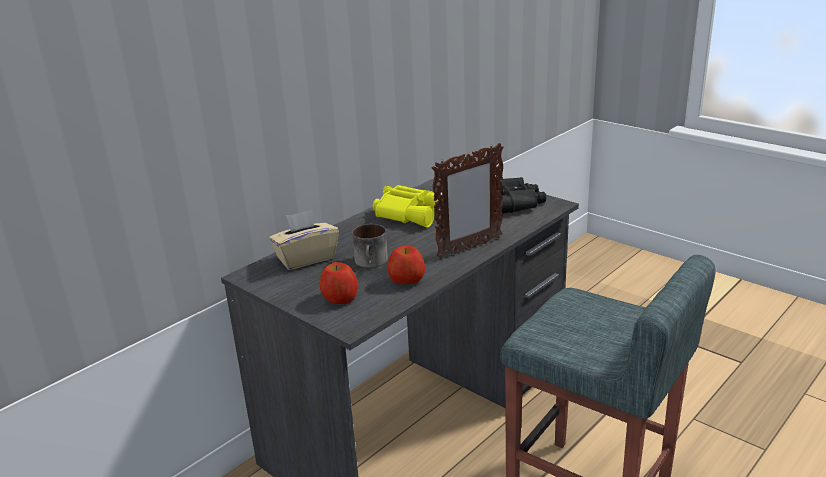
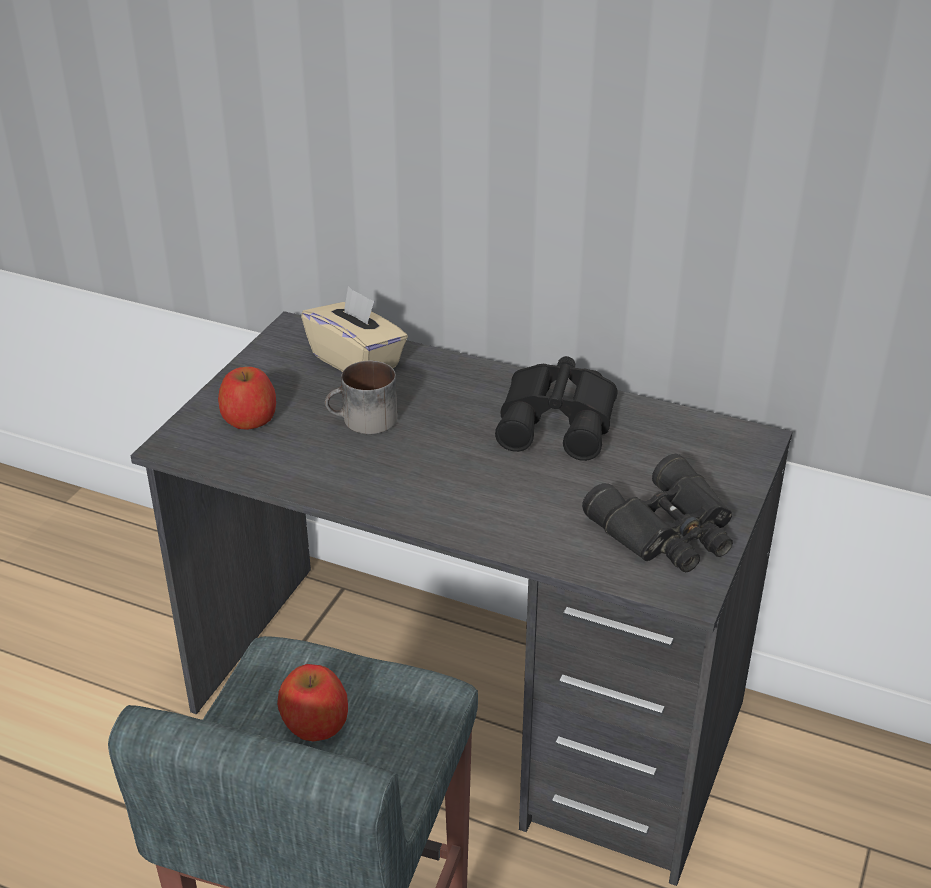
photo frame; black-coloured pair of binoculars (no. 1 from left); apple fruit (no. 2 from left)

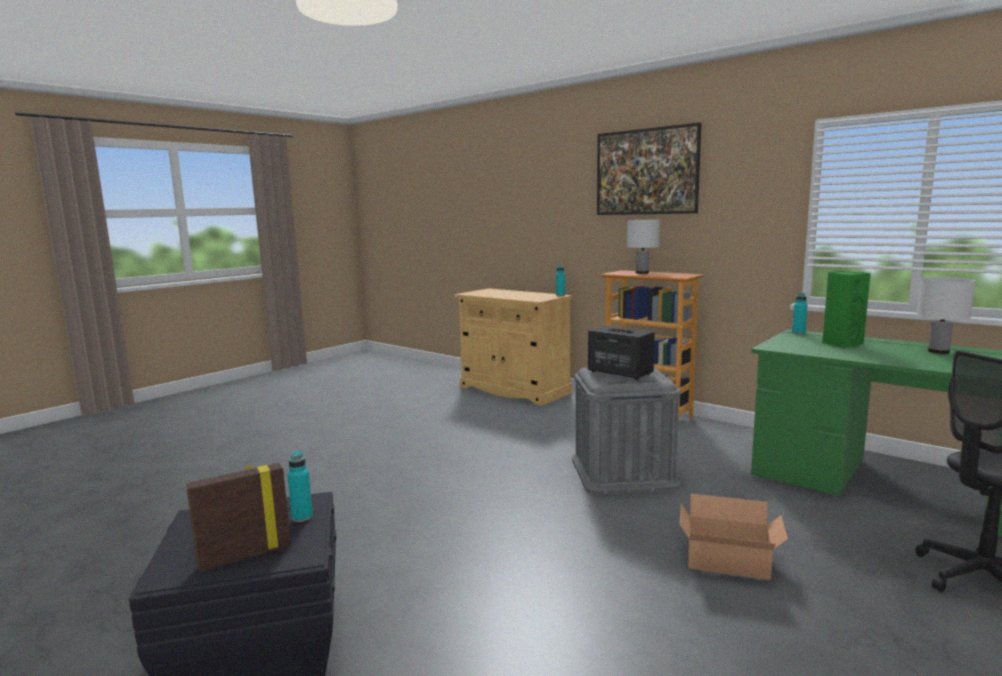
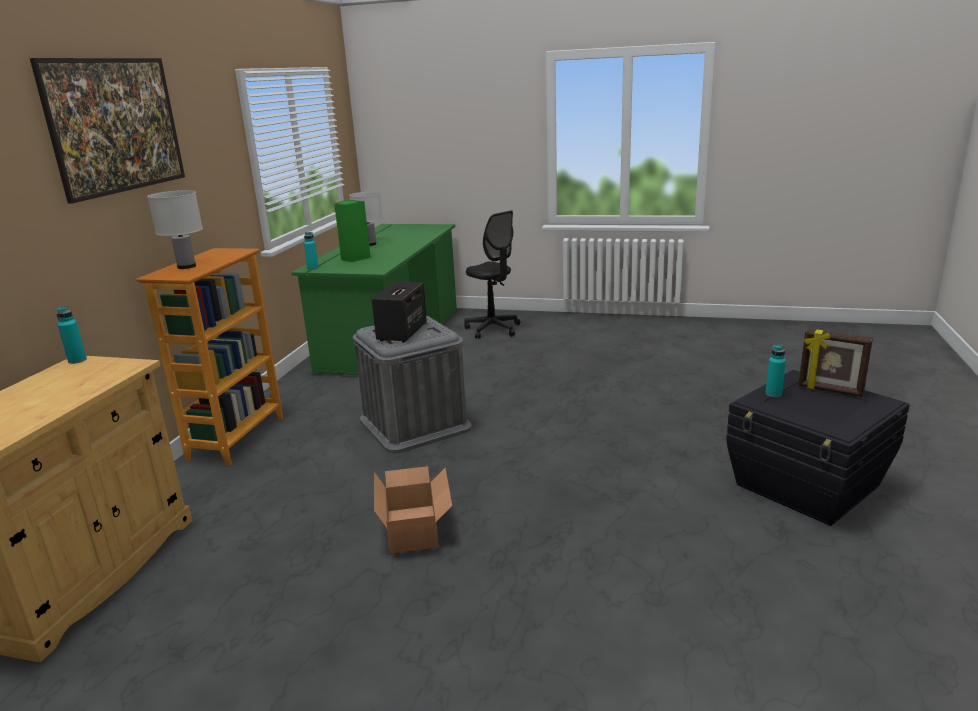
packing box

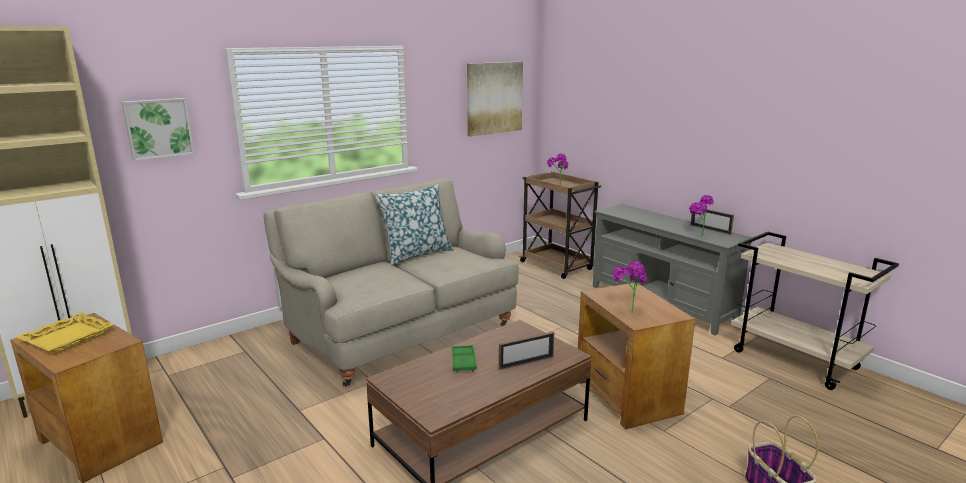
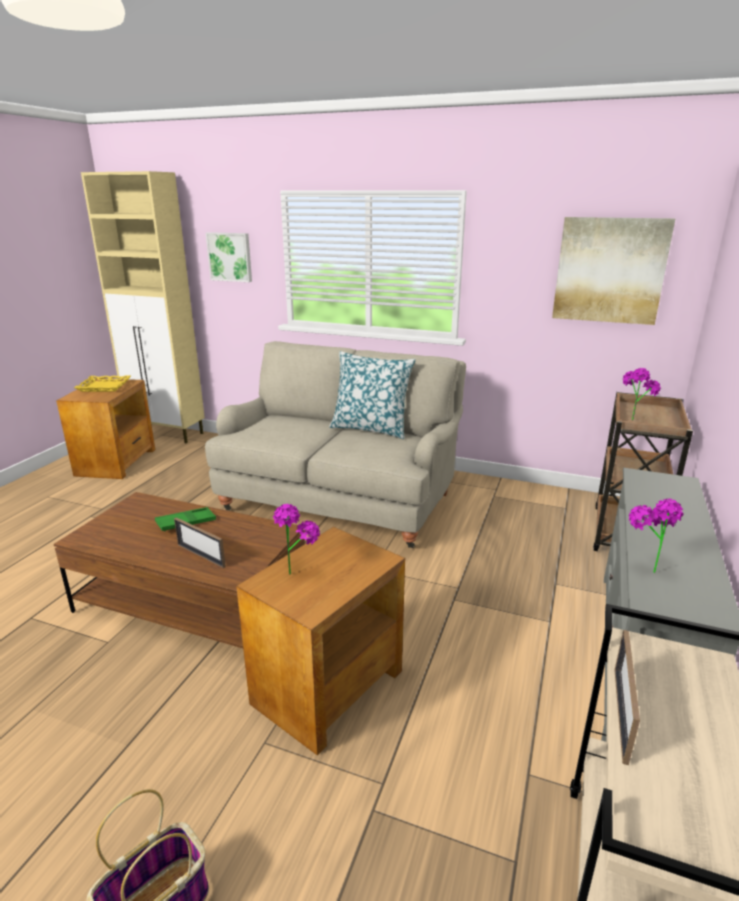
photo frame (no. 2 from left)

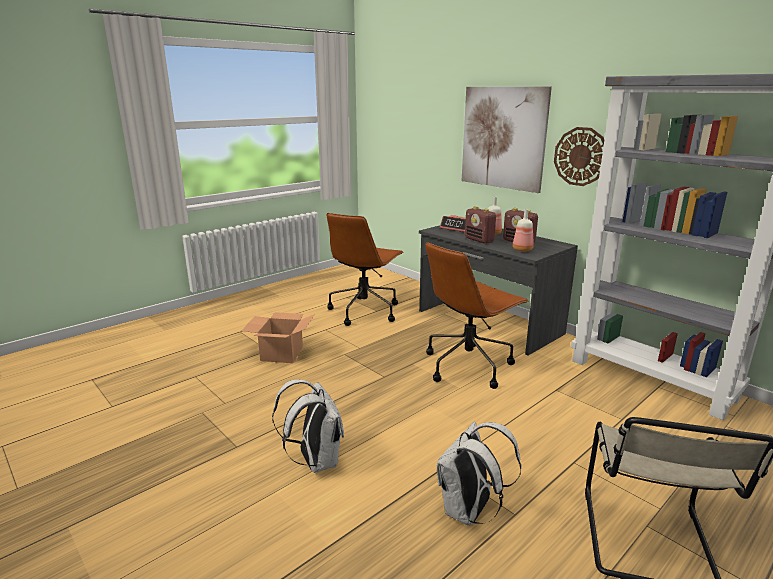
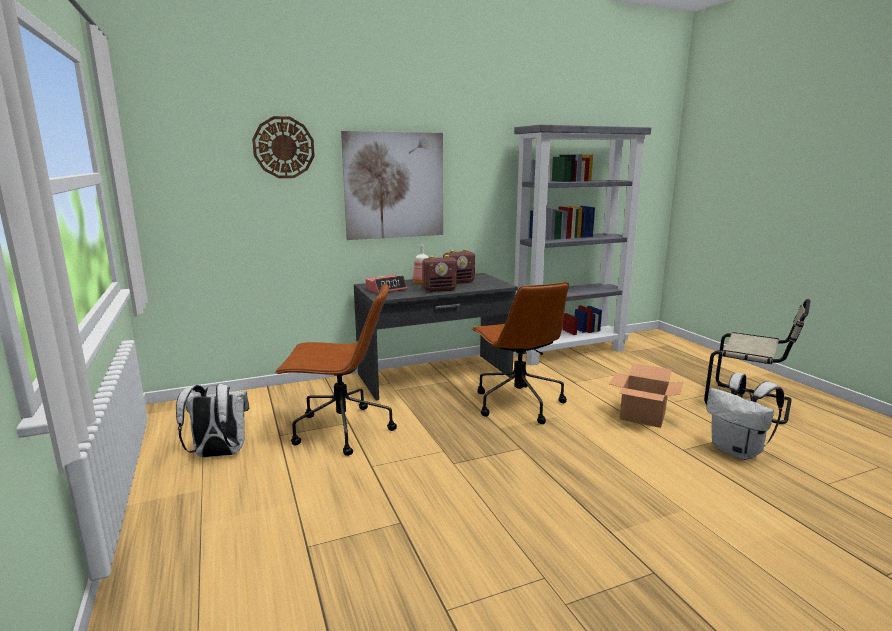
clock on the wall; drink bottle (no. 2 from left in the first image); brownish desk chair (no. 1 from left); packing box; white rucksack (no. 1 from left)

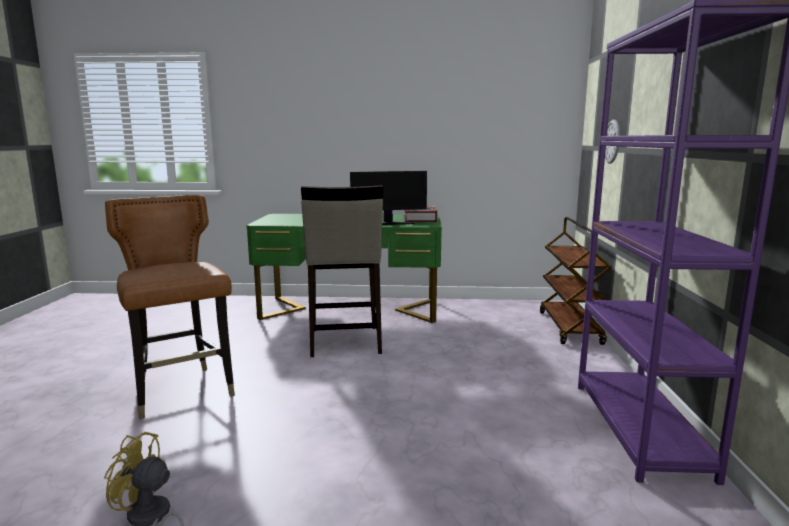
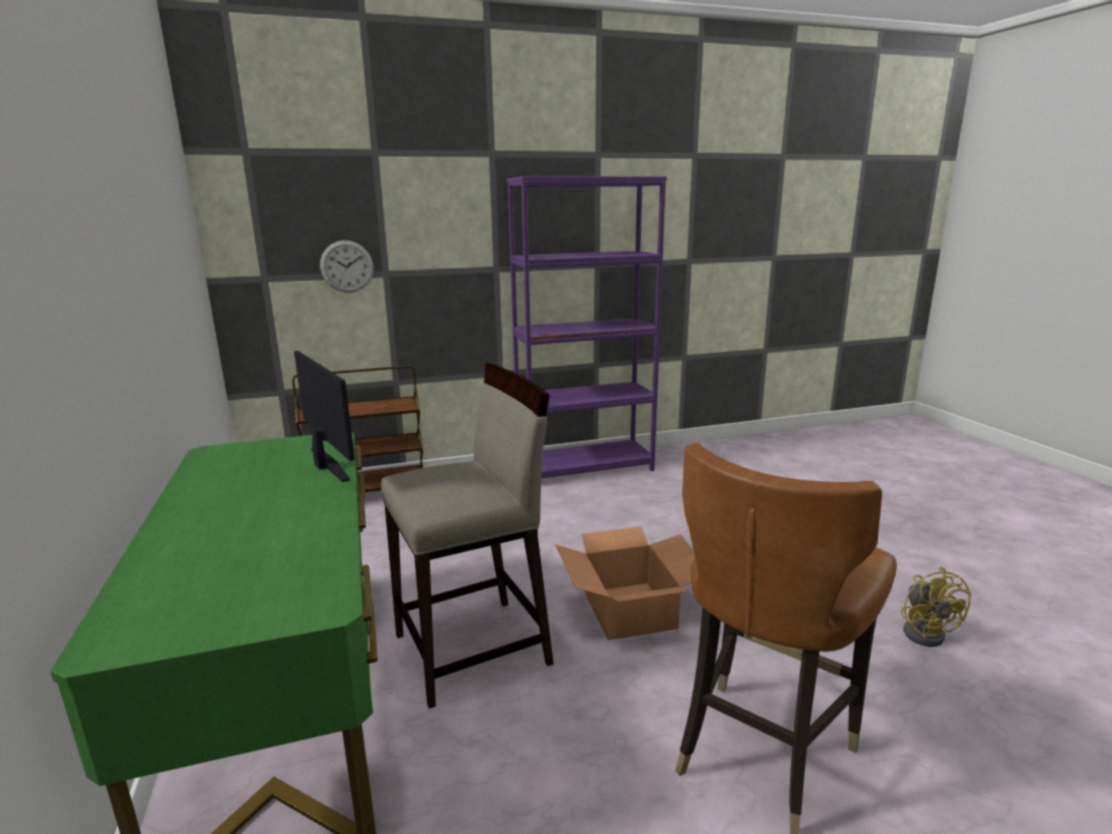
bound book; packing box

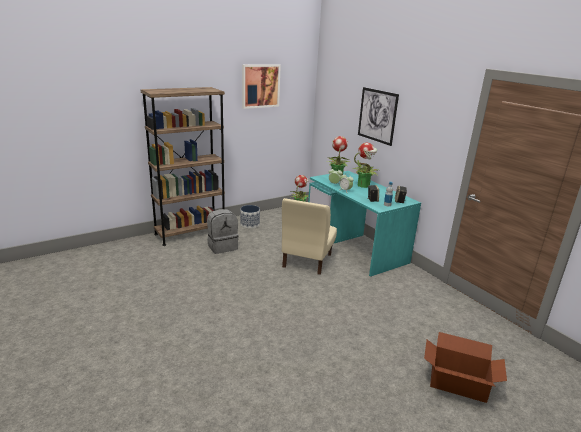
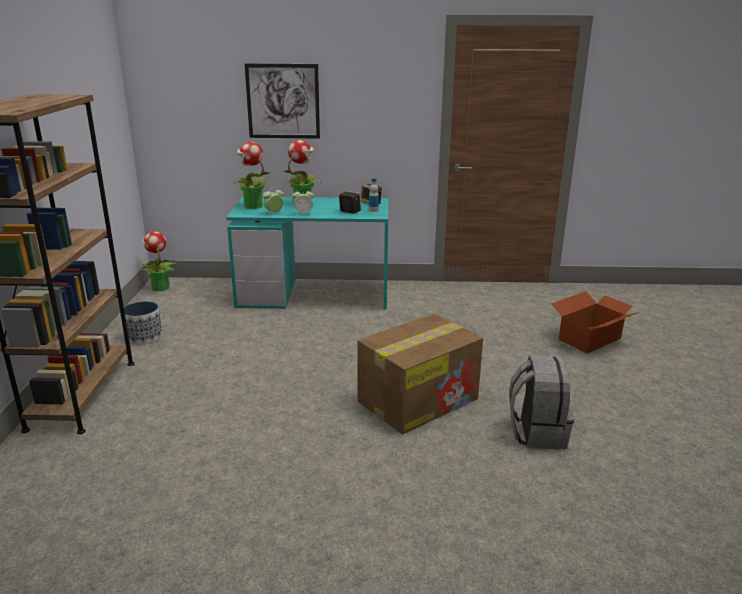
picture (no. 1 from left in the first image); sand-coloured chair; grey rucksack; packing box (no. 1 from left)

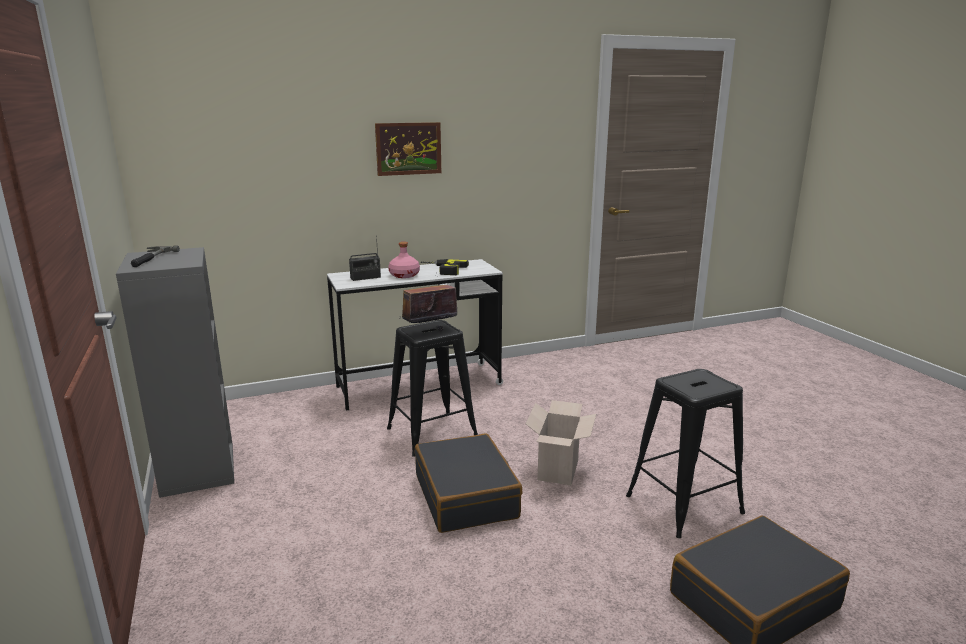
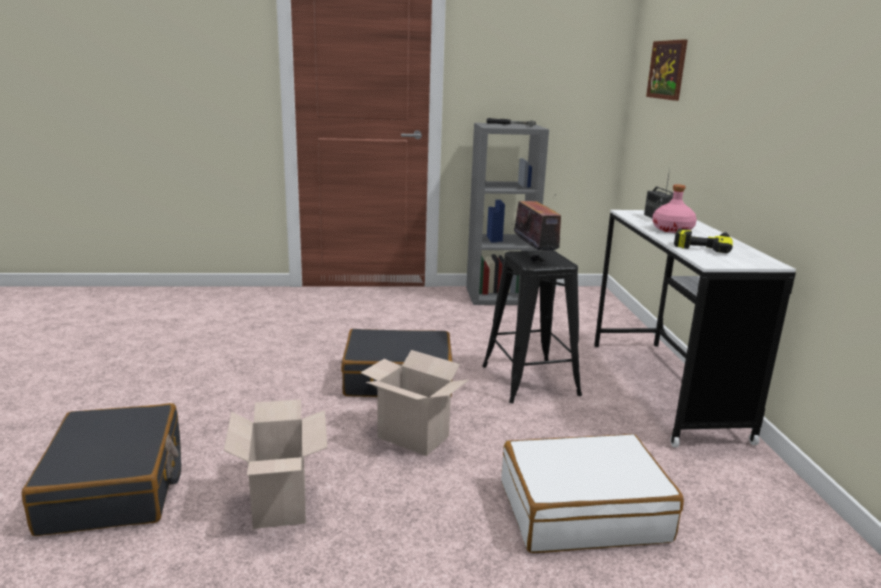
picture; packing box (no. 1 from left); white suitcase

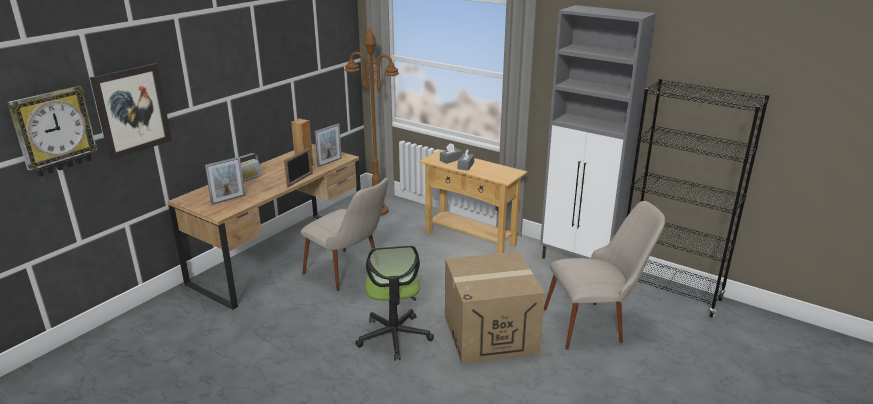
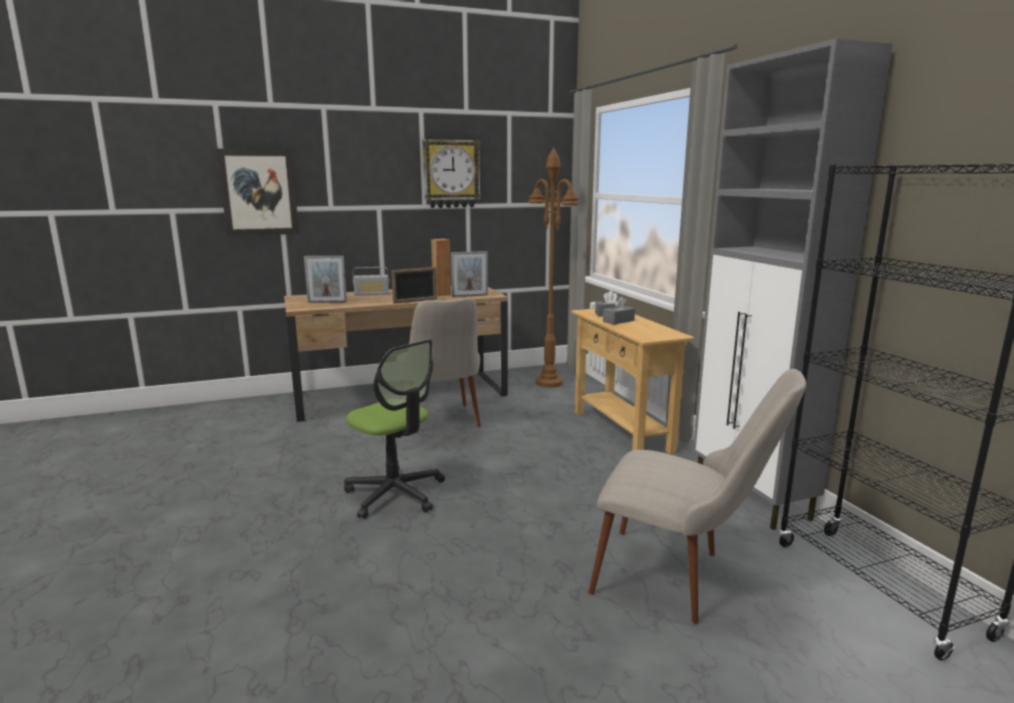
clock on the wall; desk chair; packing box

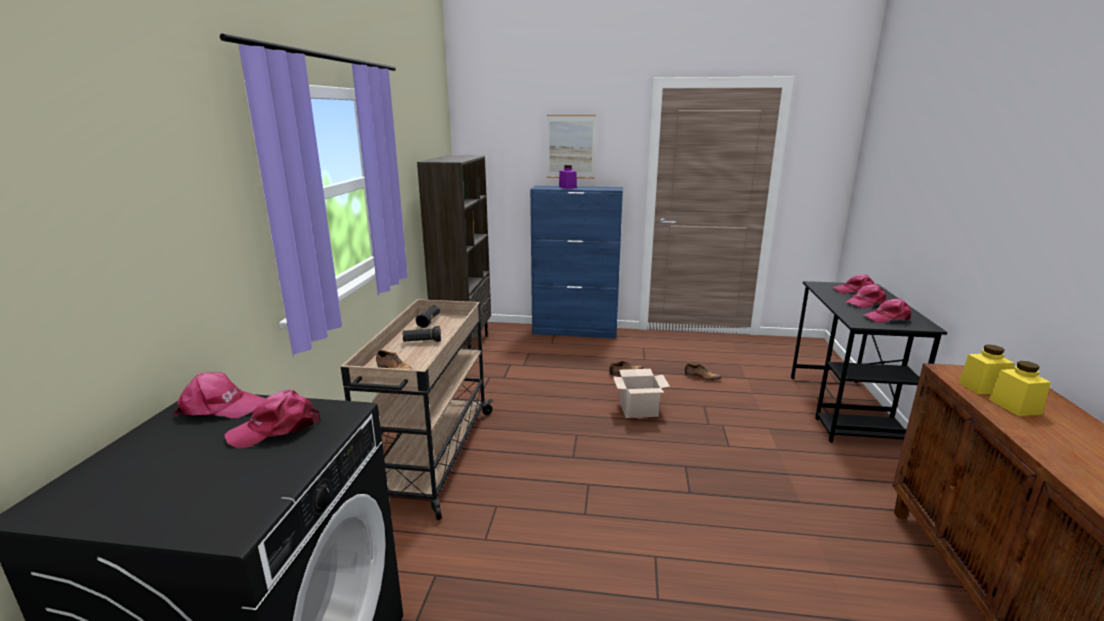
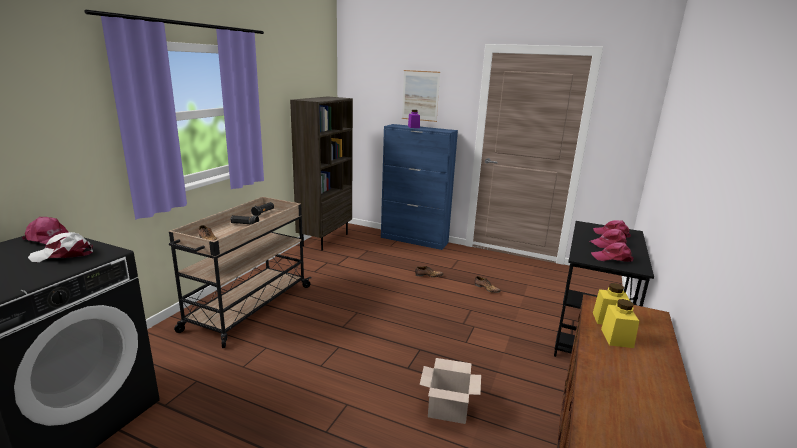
packing box; white cap

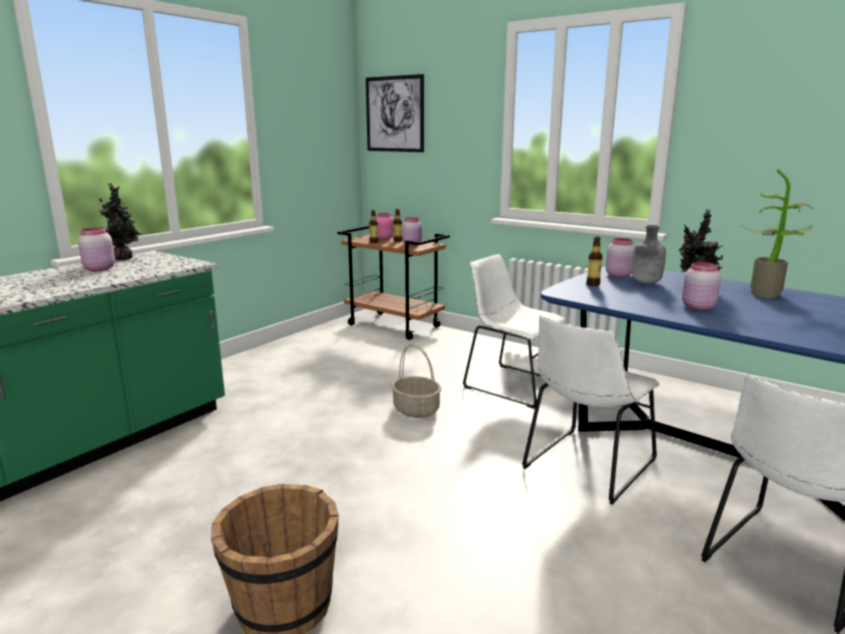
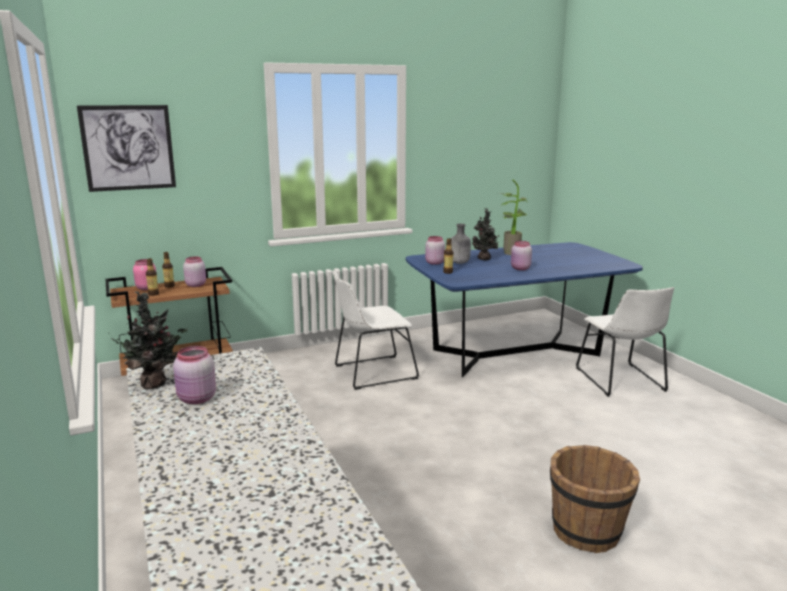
white chair (no. 2 from left in the first image); storage basket

